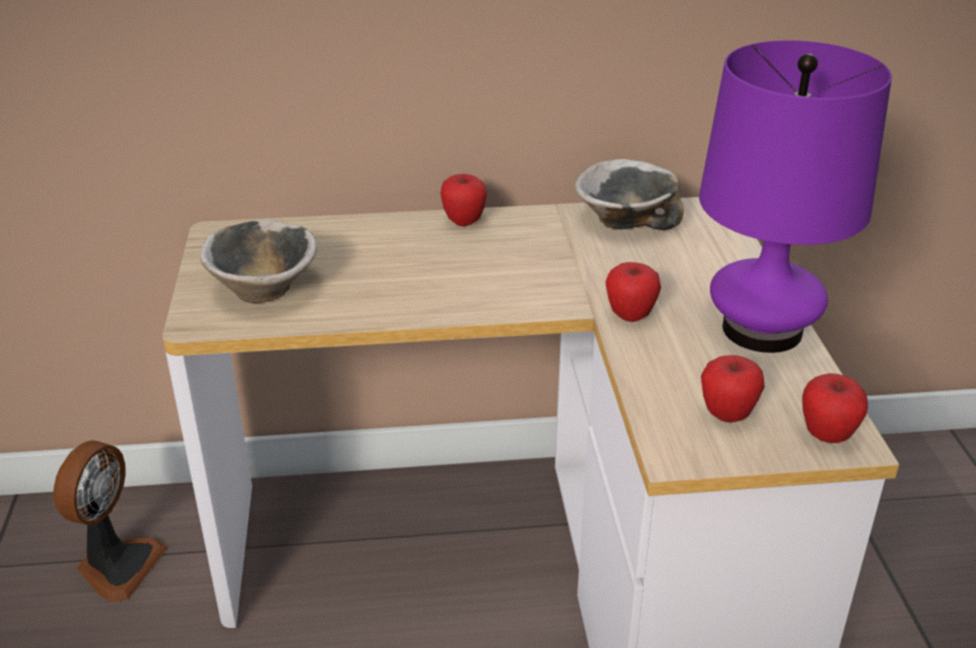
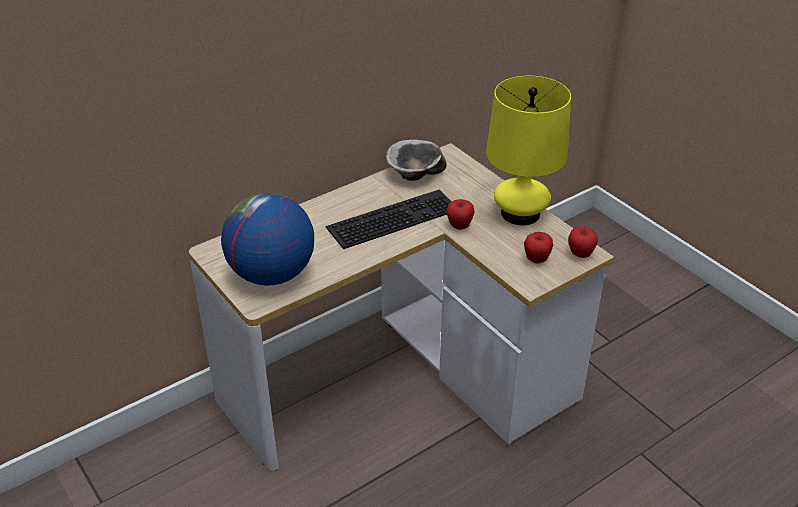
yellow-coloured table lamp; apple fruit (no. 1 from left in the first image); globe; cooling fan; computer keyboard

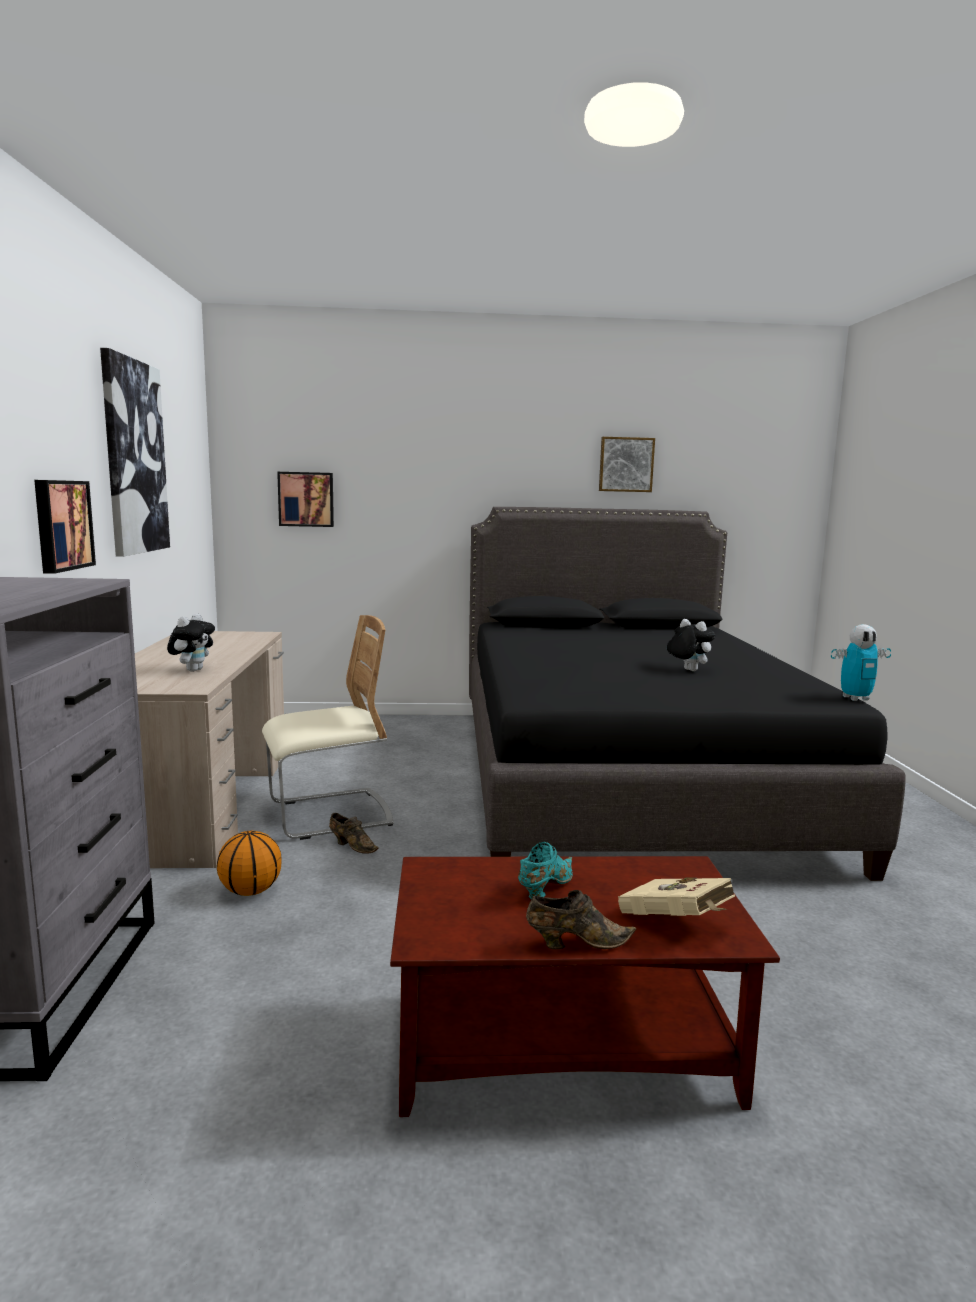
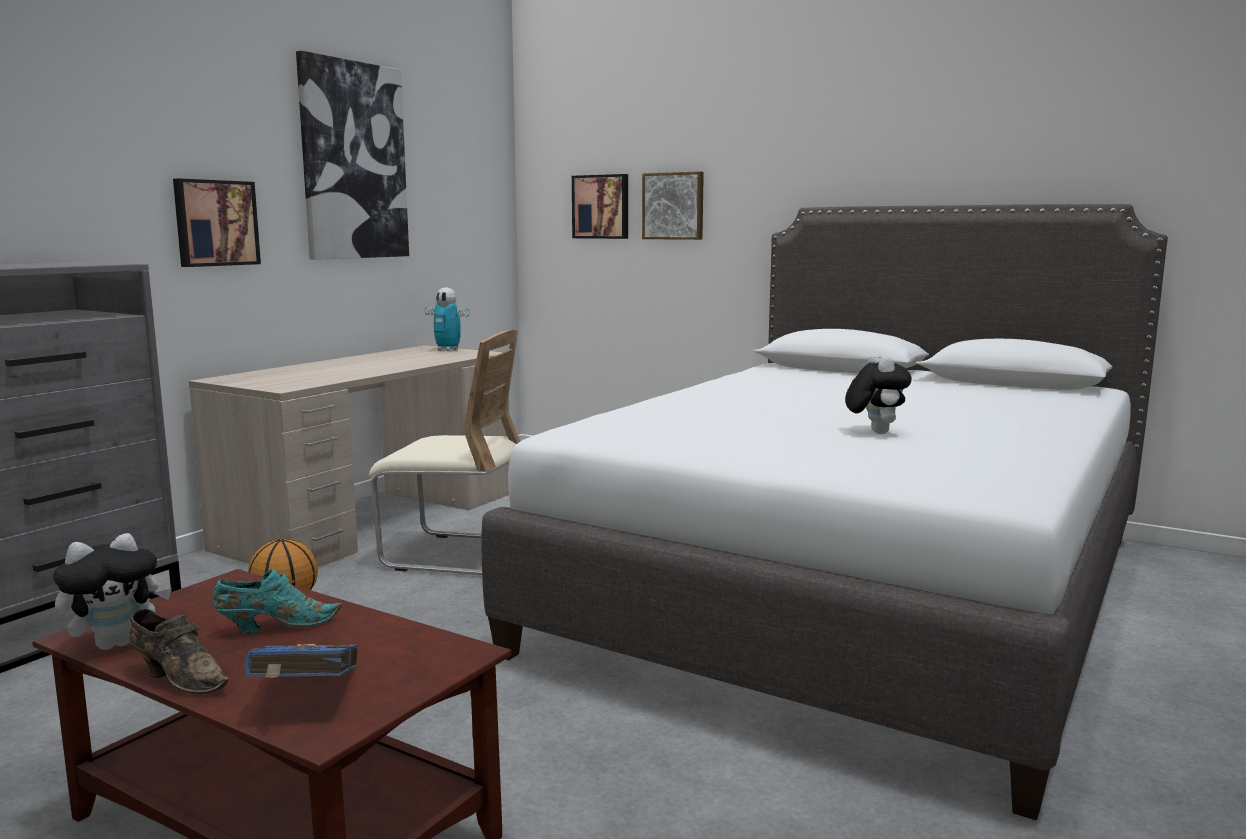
picture (no. 4 from left); white sleeping bed; cuddly toy (no. 1 from left); robot figure; brownish low shoe (no. 1 from left in the first image); bluish bound book

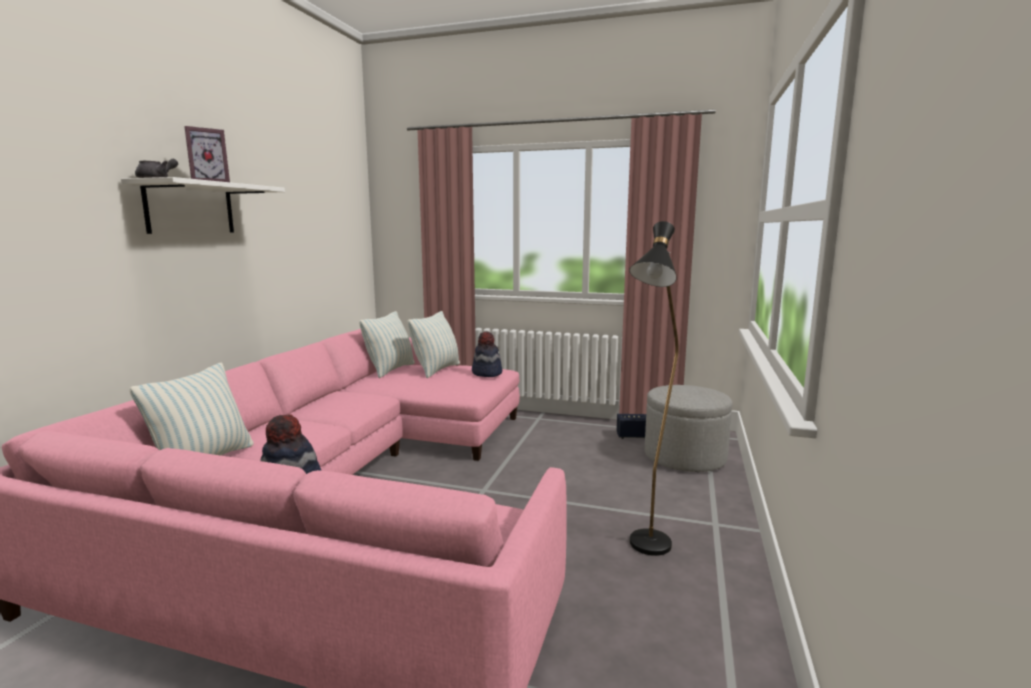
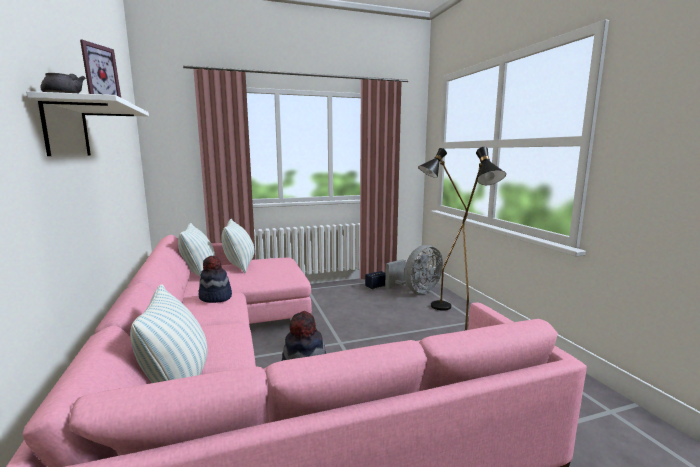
wearable hat (no. 1 from left); grey cooling fan; black-coloured floor lamp (no. 1 from left)

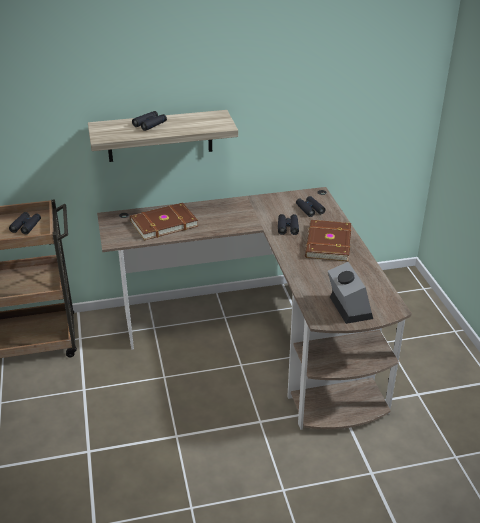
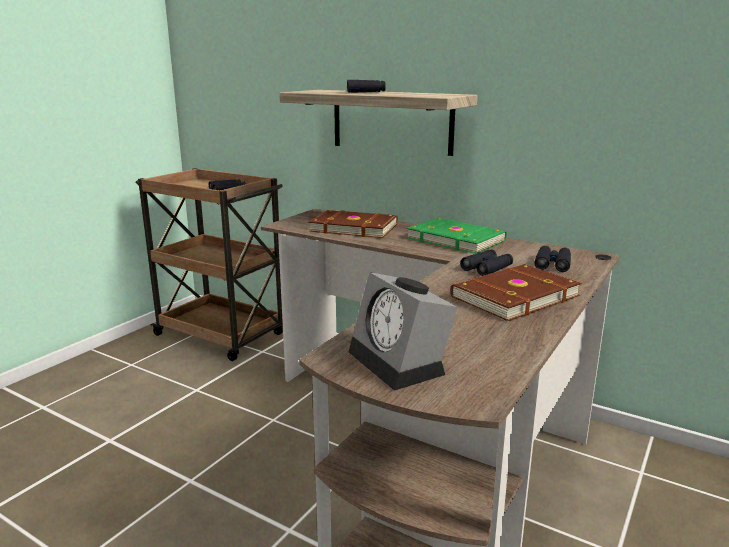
alarm clock; green-coloured bound book

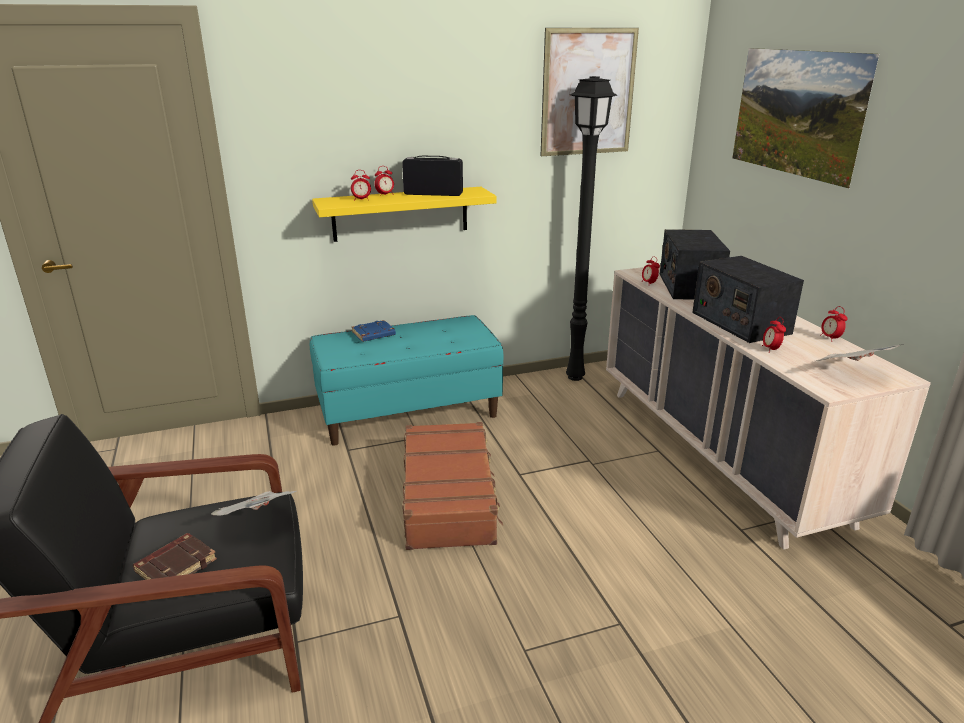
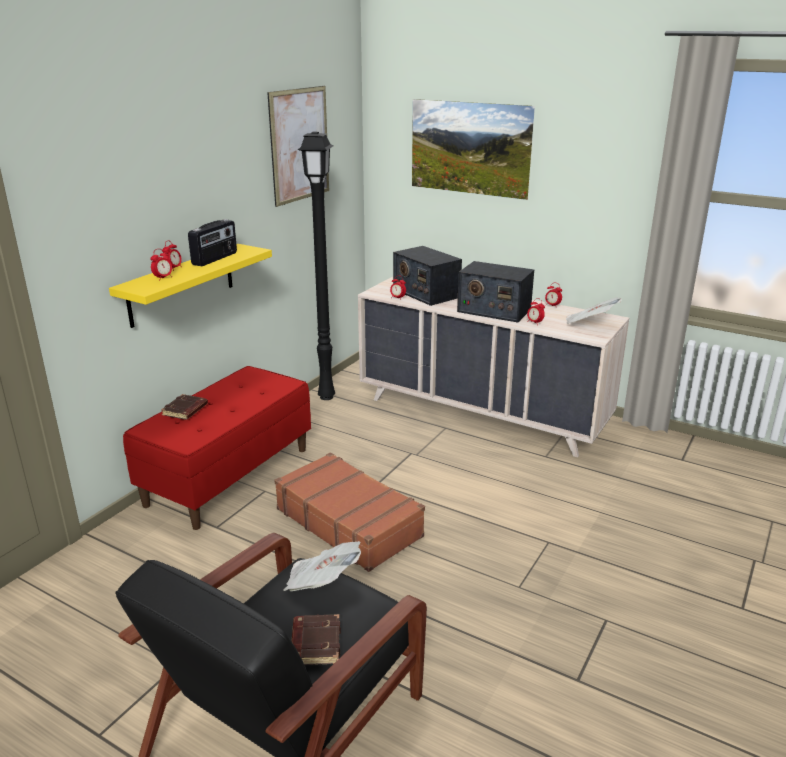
radio receiver (no. 1 from left); red-coloured long seat; brownish bound book (no. 1 from left)

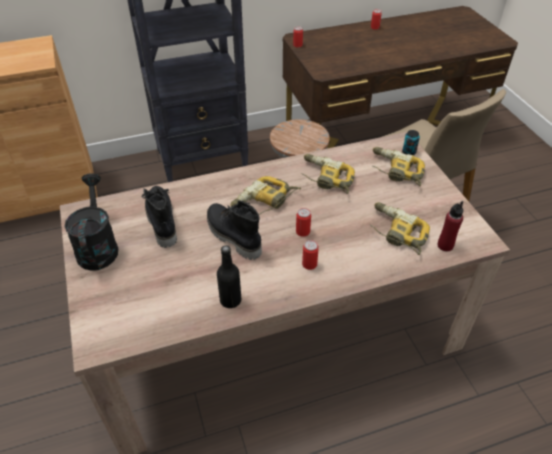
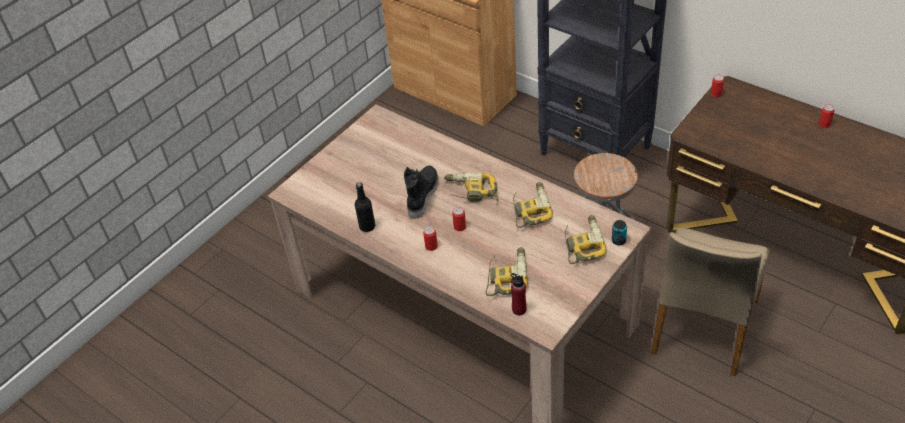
black-coloured sprinkling can; black-coloured boot (no. 1 from left in the first image)

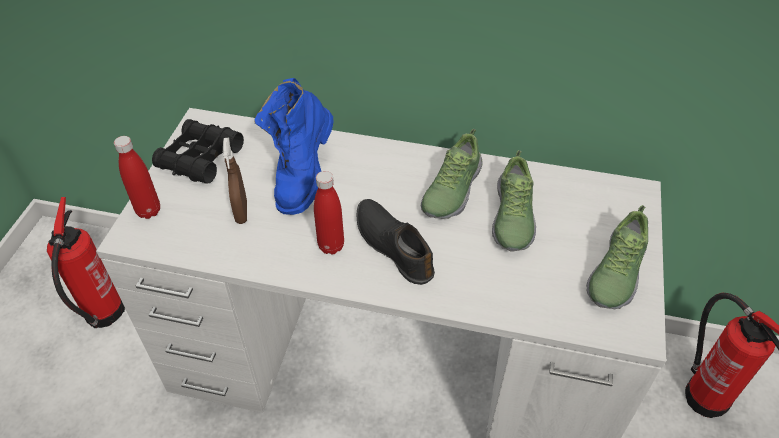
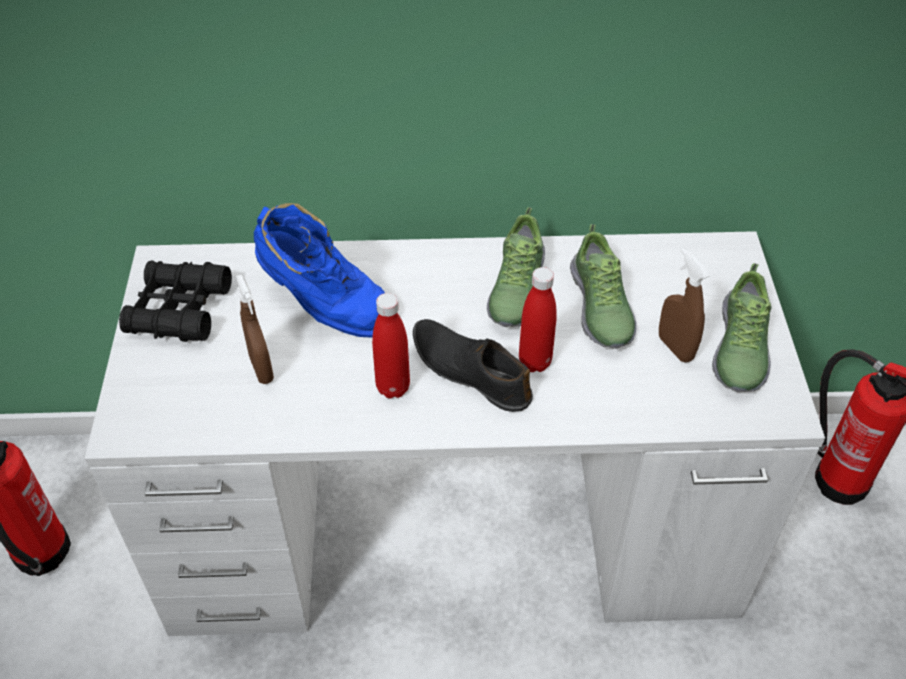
bluish boot; red-coloured drink bottle (no. 2 from left); brownish spray bottle (no. 2 from left)

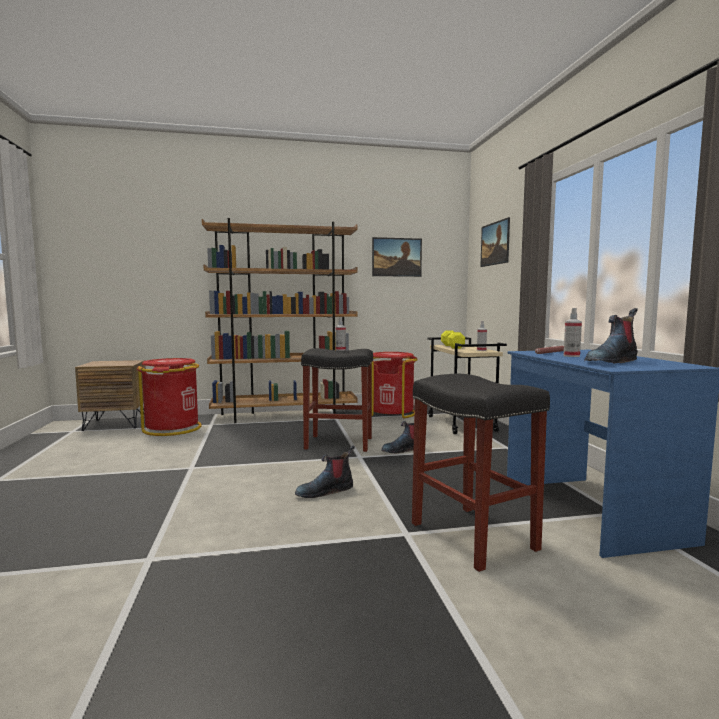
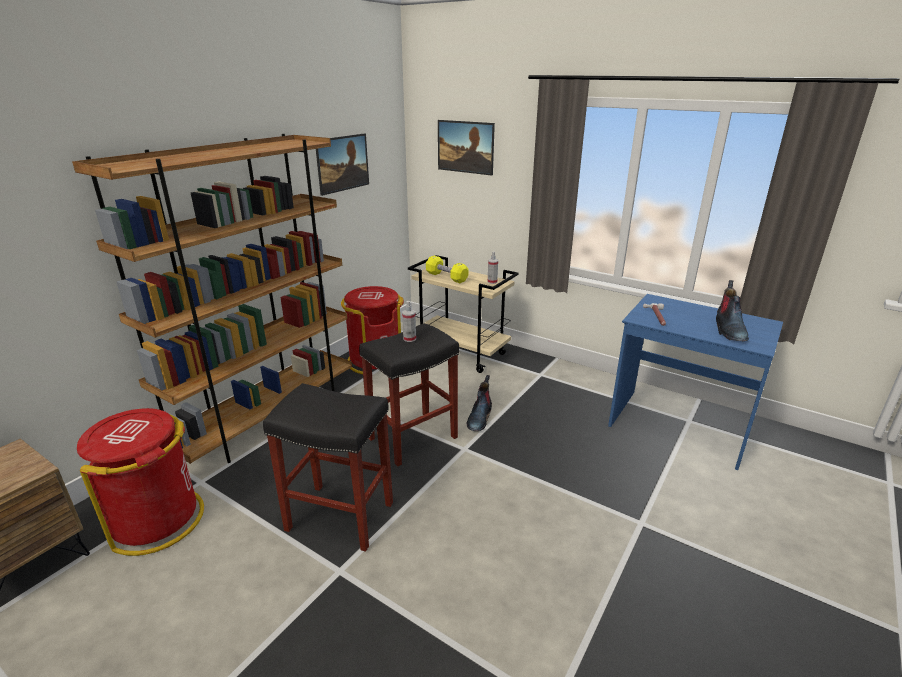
spray bottle (no. 3 from left in the first image); black-coloured stool seat (no. 1 from left); boot (no. 1 from left in the first image)

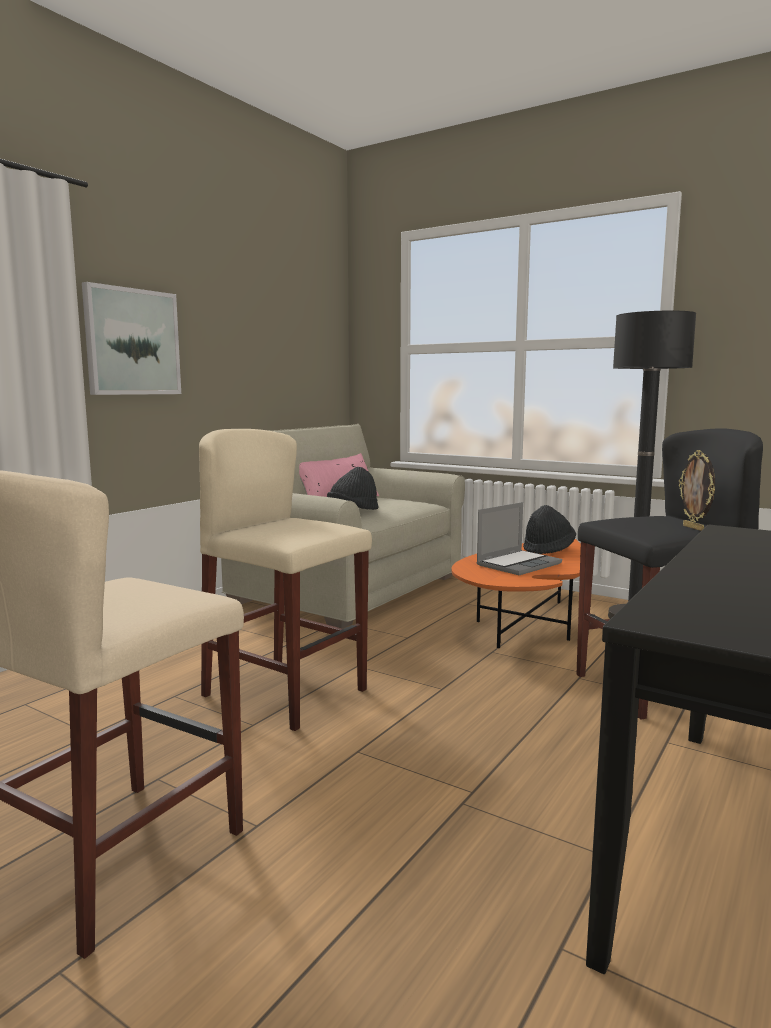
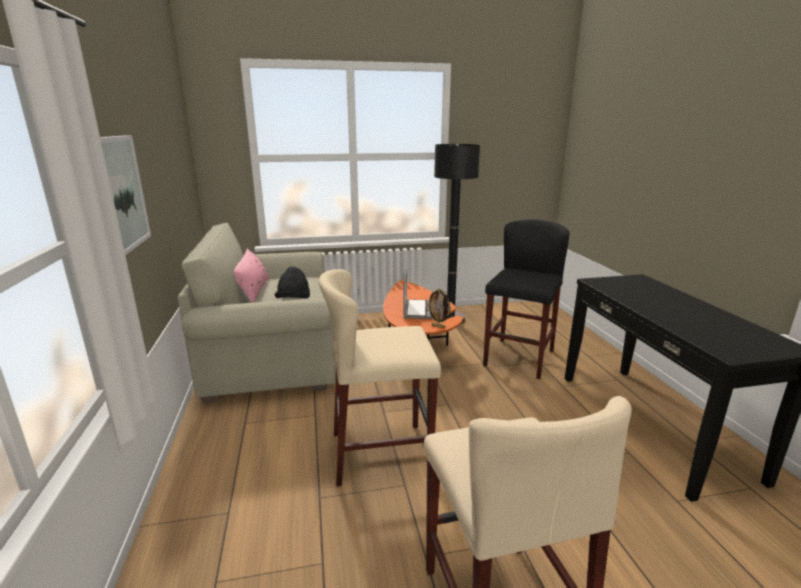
photo frame; black-coloured wearable hat (no. 2 from left in the first image)

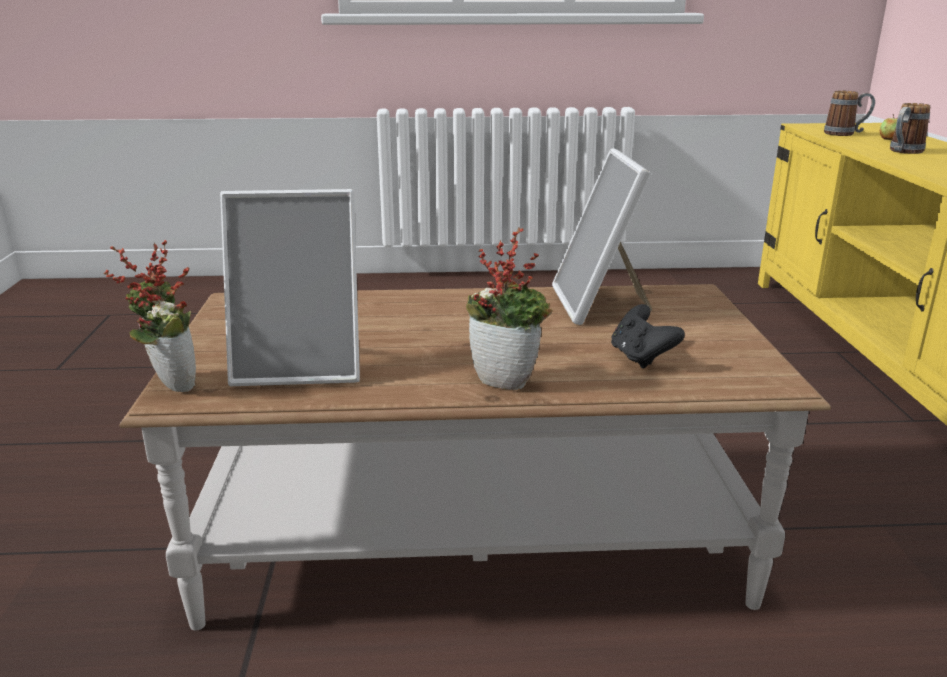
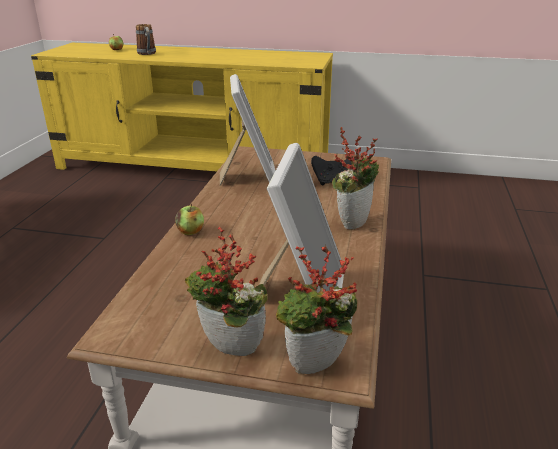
mug (no. 1 from left in the first image); photo frame (no. 1 from left); apple fruit (no. 2 from left); potted plant (no. 1 from left)

